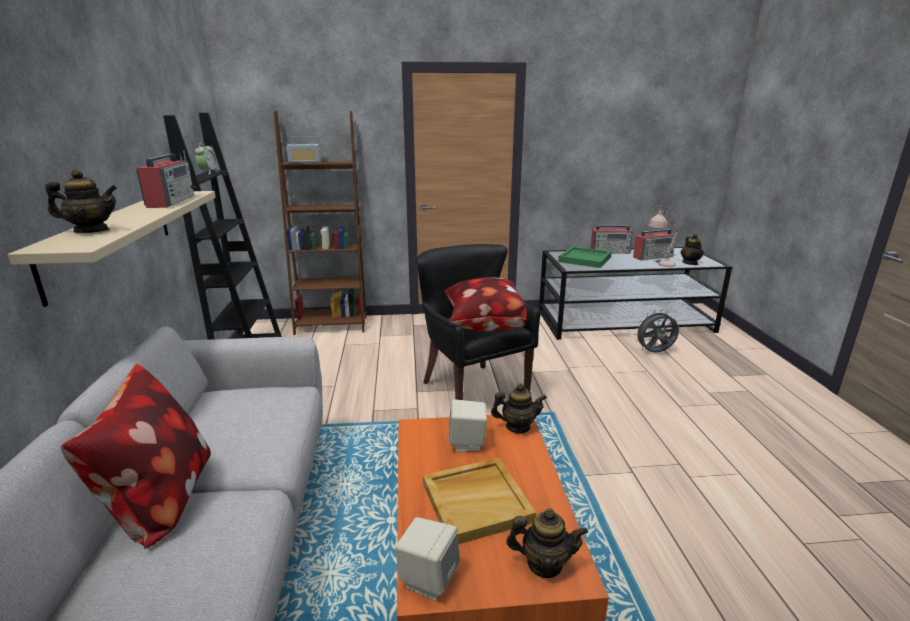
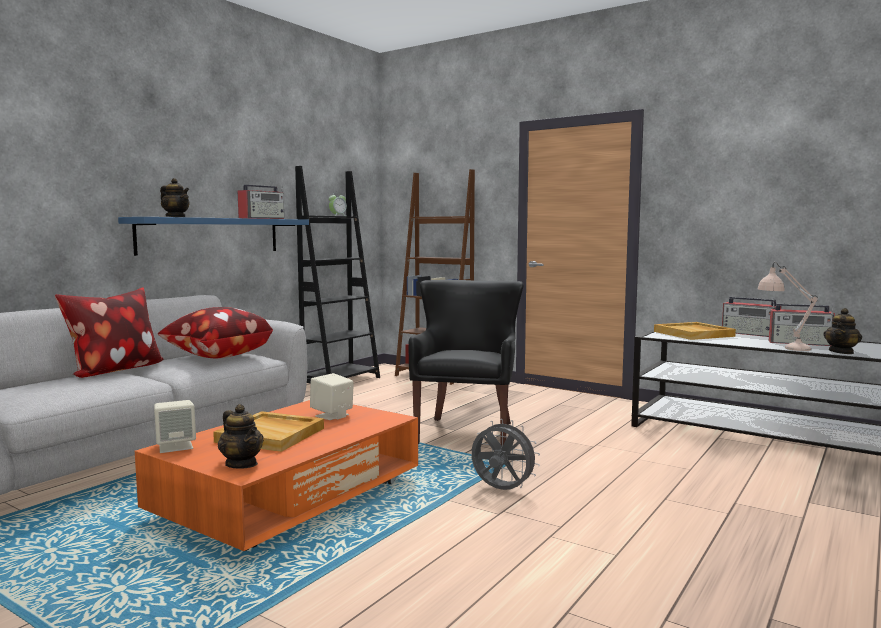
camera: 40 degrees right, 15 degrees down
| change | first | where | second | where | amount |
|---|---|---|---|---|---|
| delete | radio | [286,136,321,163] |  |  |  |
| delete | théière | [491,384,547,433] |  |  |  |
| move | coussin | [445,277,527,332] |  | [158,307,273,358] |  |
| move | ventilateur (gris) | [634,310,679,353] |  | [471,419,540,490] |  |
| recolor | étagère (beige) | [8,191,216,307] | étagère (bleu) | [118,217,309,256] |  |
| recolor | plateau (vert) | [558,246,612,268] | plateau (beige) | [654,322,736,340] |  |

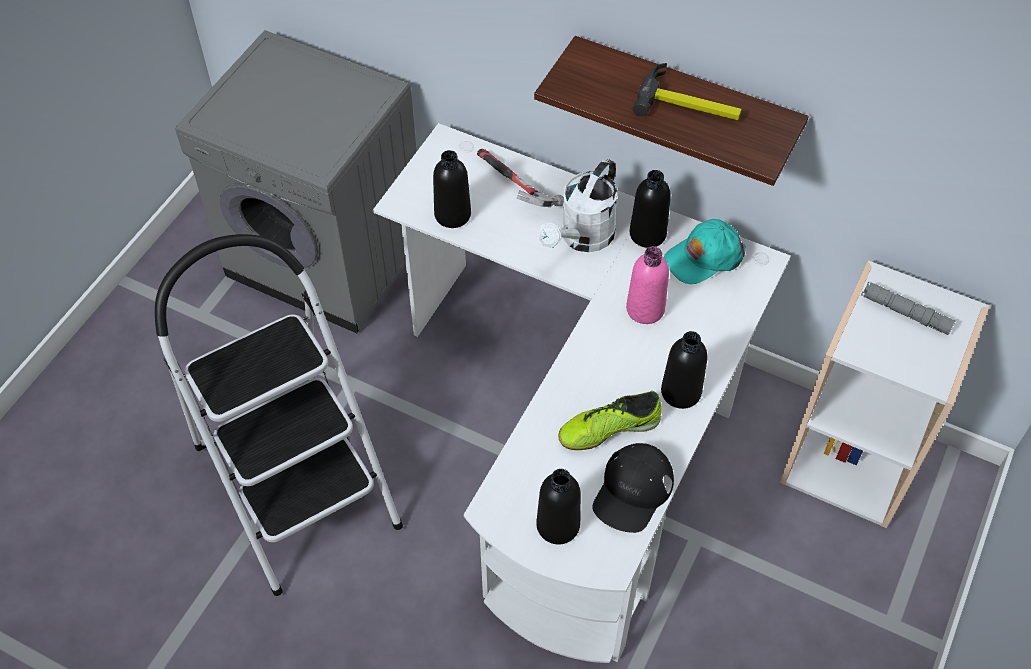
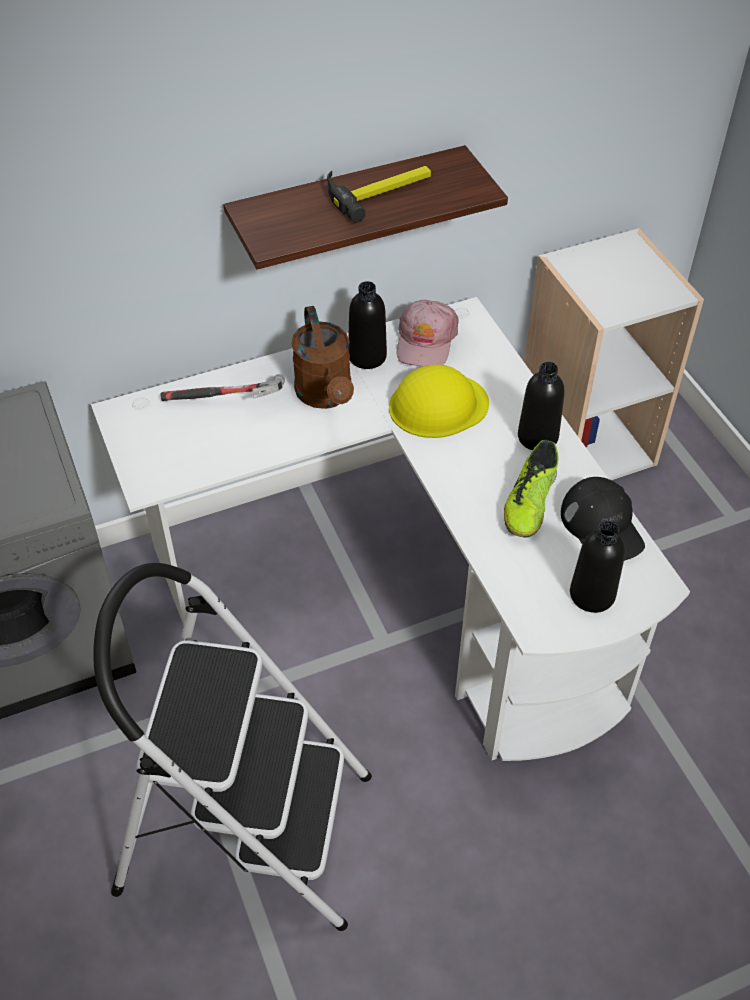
camera: 50 degrees left, 5 degrees down
| change | first | where | second | where | amount |
|---|---|---|---|---|---|
| delete | bouteille (noir) | [433,150,471,228] |  |  |  |
| delete | lampe de poche (gris) | [861,281,956,335] |  |  |  |
| replace | bouteille (rose) | [626,246,669,324] | casque de chantier (jaune) | [389,365,489,438] |  |
| recolor | arrosoir (blanc) | [538,159,618,252] | arrosoir (marron) | [291,306,354,409] |  |
| recolor | casquette (turquoise) | [664,219,746,284] | casquette (rose) | [397,300,459,367] |  |

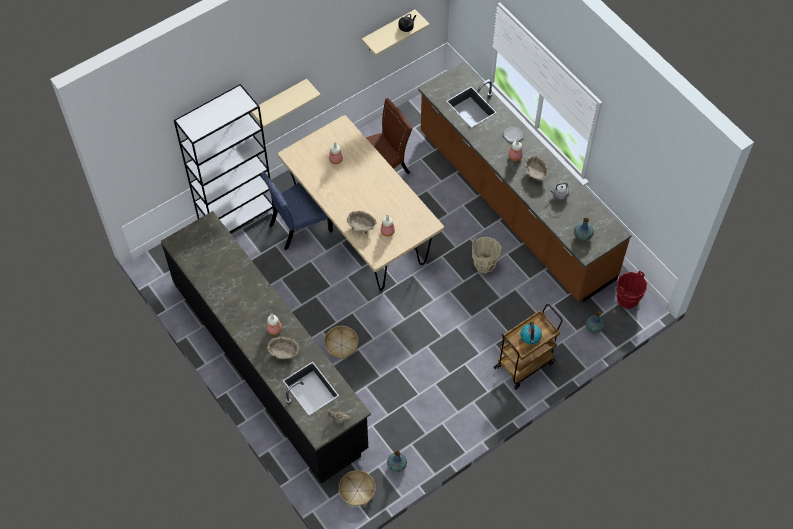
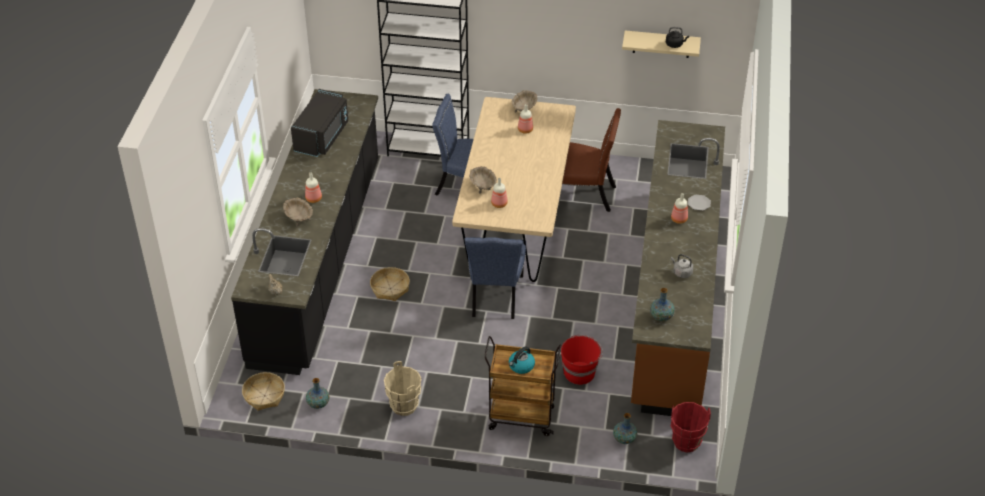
camera: 45 degrees right, 15 degrees down
| change | first | where | second | where | amount |
|---|---|---|---|---|---|
| delete | étagère (beige) | [251,79,321,128] |  |  |  |
| insert |  |  | micro-ondes (noir) | [291,89,348,157] |  |
| insert |  |  | chaise (bleu) | [464,237,526,319] |  |
| insert |  |  | seau (rouge) | [561,335,603,385] |  |
| move | seau (beige) | [472,237,502,273] |  | [384,361,421,416] |  |
| move | bol (beige) | [524,156,548,181] |  | [511,90,538,112] |  |

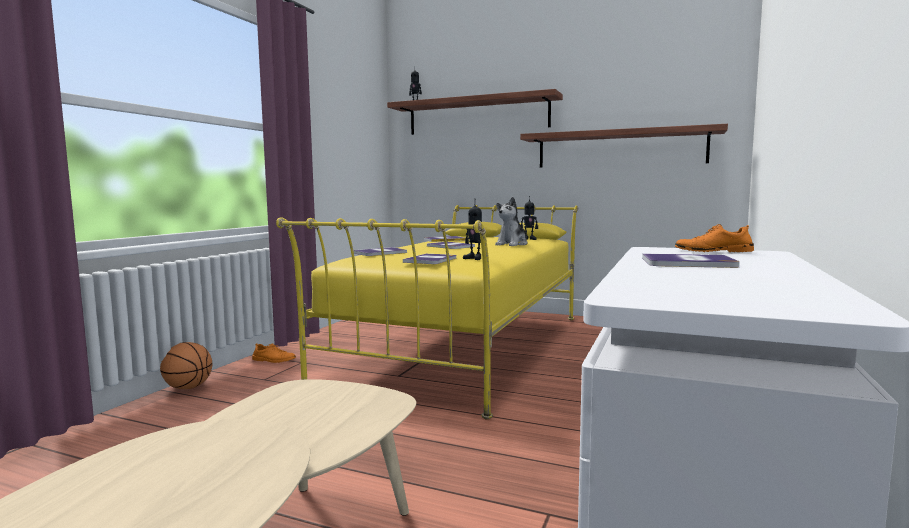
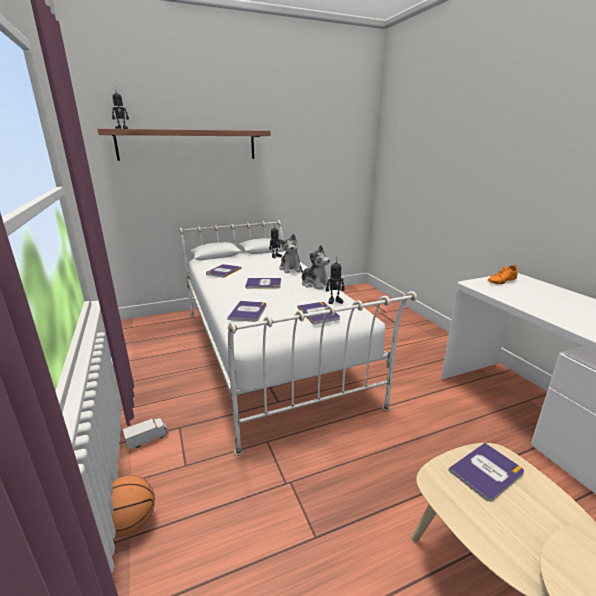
camera: 45 degrees left, 15 degrees up
| change | first | where | second | where | amount |
|---|---|---|---|---|---|
| delete | étagère | [520,124,728,167] |  |  |  |
| insert |  |  | peluche | [300,245,330,290] |  |
| move | livre | [642,254,740,268] |  | [448,443,524,502] |  |
| replace | chaussure (orange) | [252,343,296,363] | camion jouet | [122,418,168,450] |  |
| recolor | lit (jaune) | [276,205,578,420] | lit (blanc) | [179,220,417,456] |  |

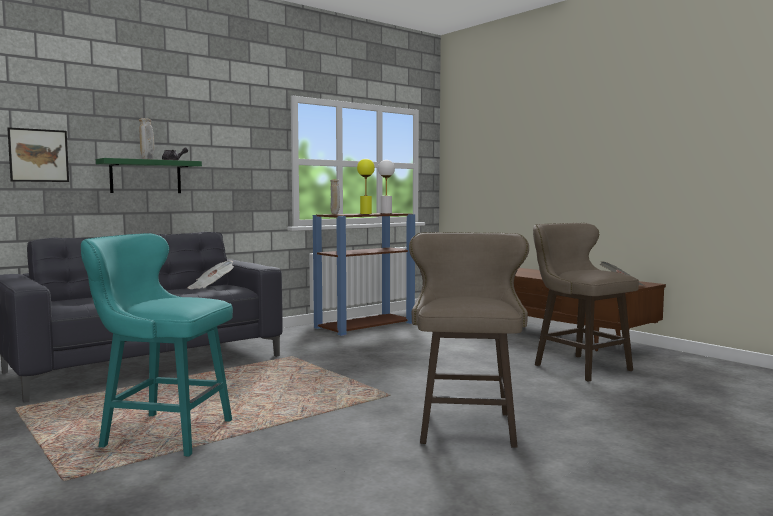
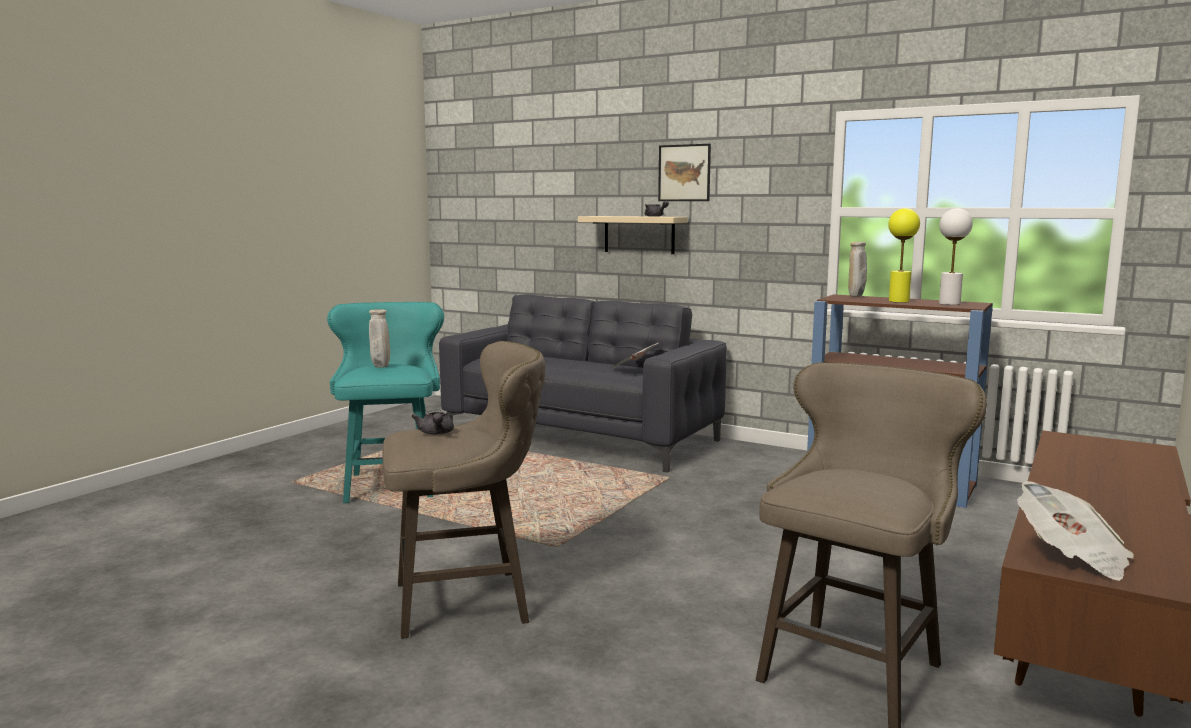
camera: 70 degrees right, 5 degrees up
| change | first | where | second | where | amount |
|---|---|---|---|---|---|
| insert |  |  | théière (gris) | [412,410,454,435] |  |
| move | tableau | [7,127,69,182] |  | [658,144,711,201] |  |
| move | vase (beige) | [139,118,154,159] |  | [369,309,390,368] |  |
| recolor | étagère (vert) | [96,158,202,193] | étagère (beige) | [578,216,688,254] |  |

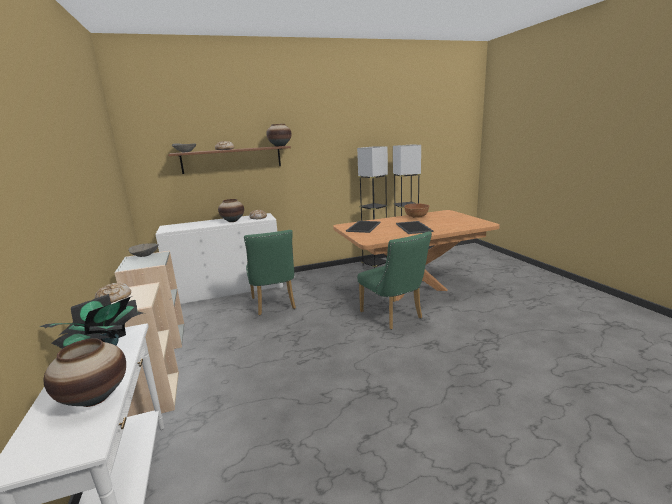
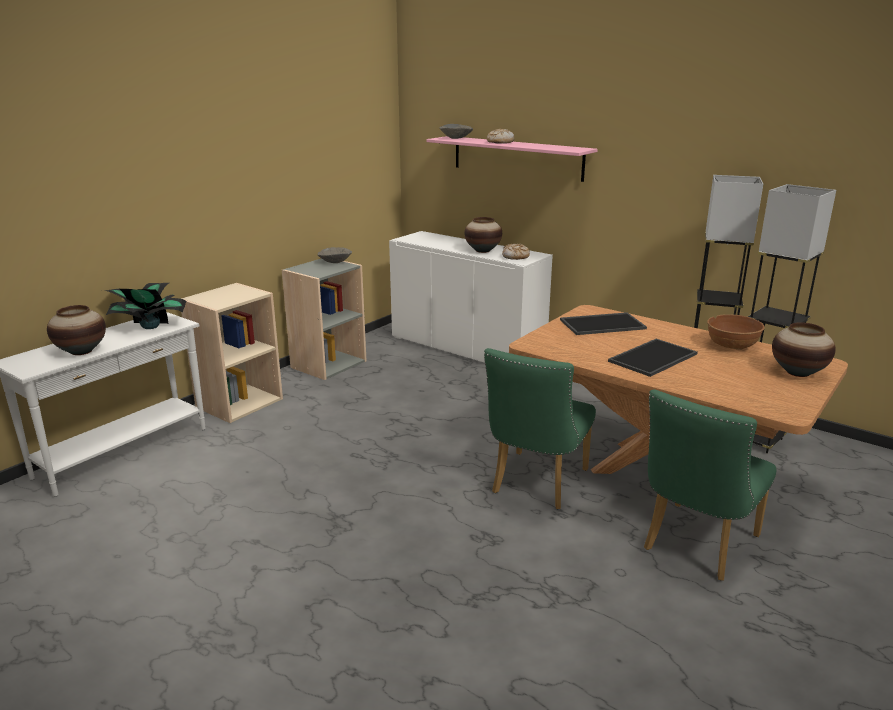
camera: 55 degrees right, 5 degrees up
| change | first | where | second | where | amount |
|---|---|---|---|---|---|
| delete | pain | [95,283,131,303] |  |  |  |
| move | chaise (vert) | [244,230,296,315] |  | [644,390,777,581] |  |
| move | vase | [266,124,292,147] |  | [772,322,836,377] |  |
| recolor | étagère (marron) | [168,146,291,174] | étagère (rose) | [427,136,598,182] |  |

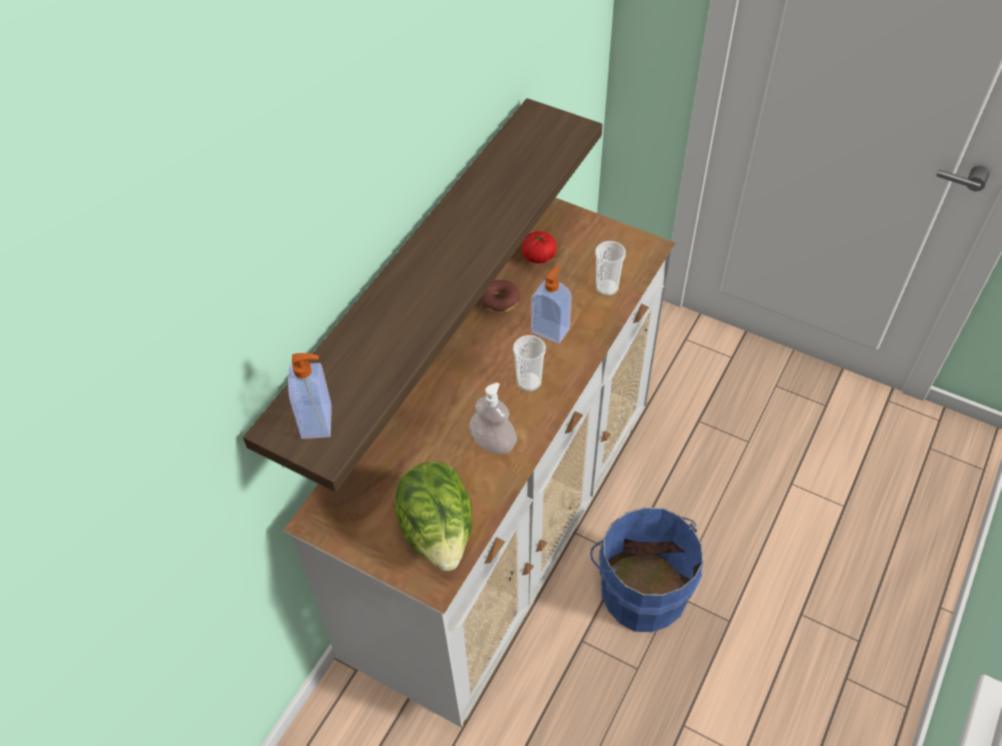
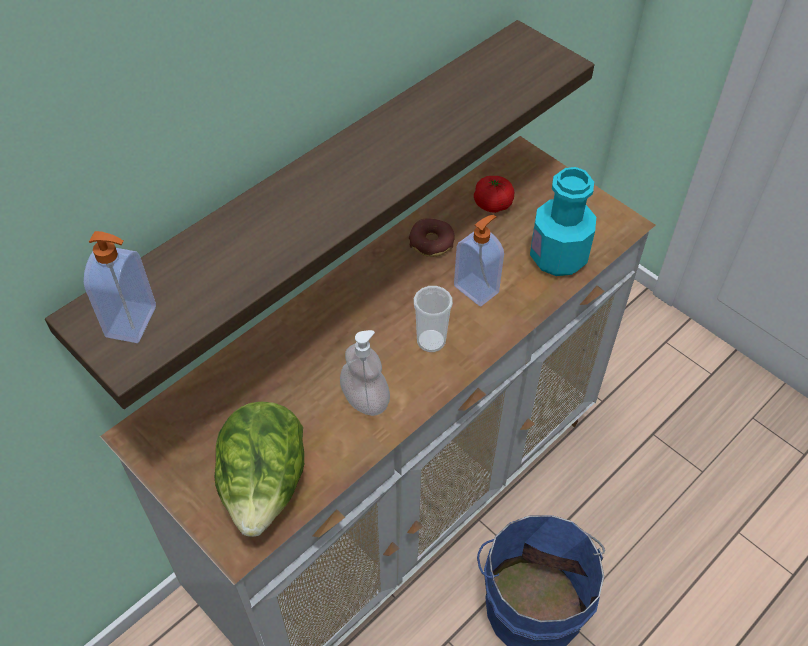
camera: 15 degrees right, 0 degrees up
| change | first | where | second | where | amount |
|---|---|---|---|---|---|
| replace | tasse | [595,241,626,296] | bouteille (turquoise) | [530,167,596,276] |  |

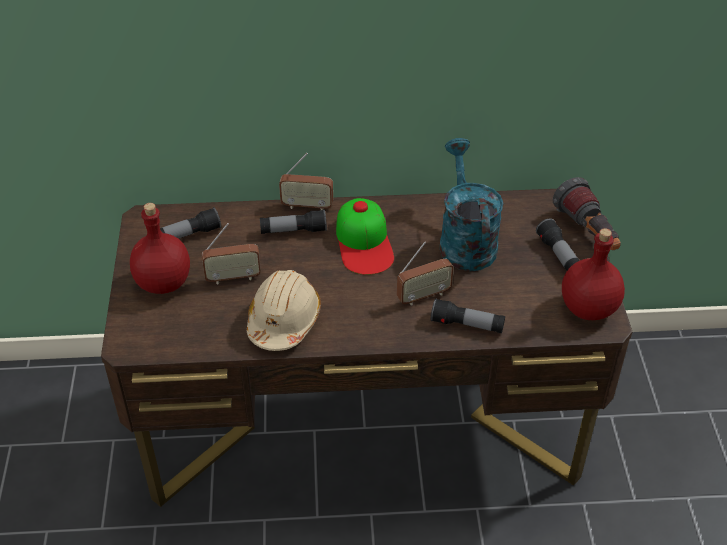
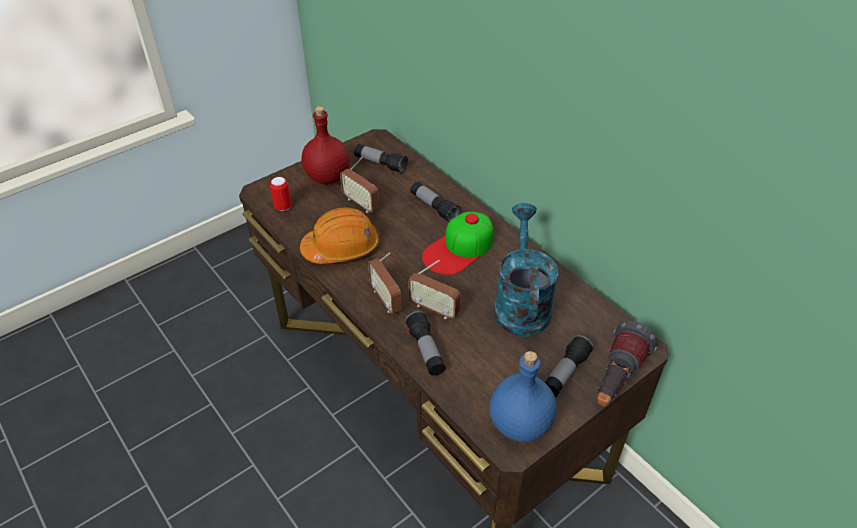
camera: 55 degrees right, 0 degrees up
| change | first | where | second | where | amount |
|---|---|---|---|---|---|
| insert |  |  | boîte métallique | [270,177,292,211] |  |
| move | radio | [279,153,333,210] |  | [368,252,402,314] |  |
| recolor | casque de chantier (beige) | [247,270,321,351] | casque de chantier (orange) | [300,207,379,264] |  |
| recolor | bouteille (rouge) | [562,228,625,320] | bouteille (bleu) | [489,351,557,442] |  |
| rotate | arrosoir (turquoise) | [440,138,503,271] |  | [494,203,559,337] | 45 degrees counterclockwise |

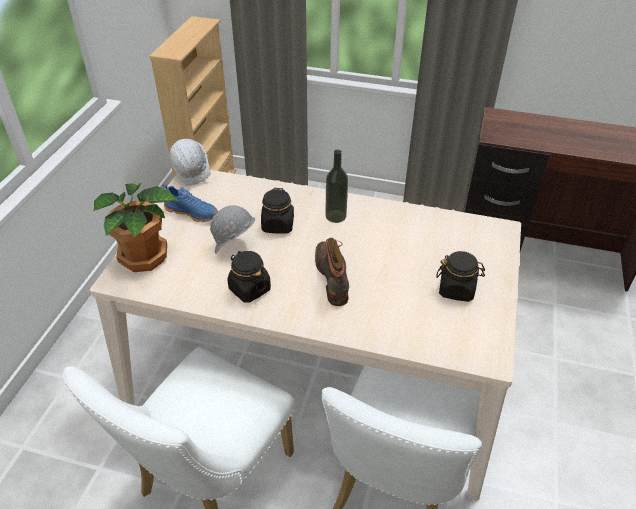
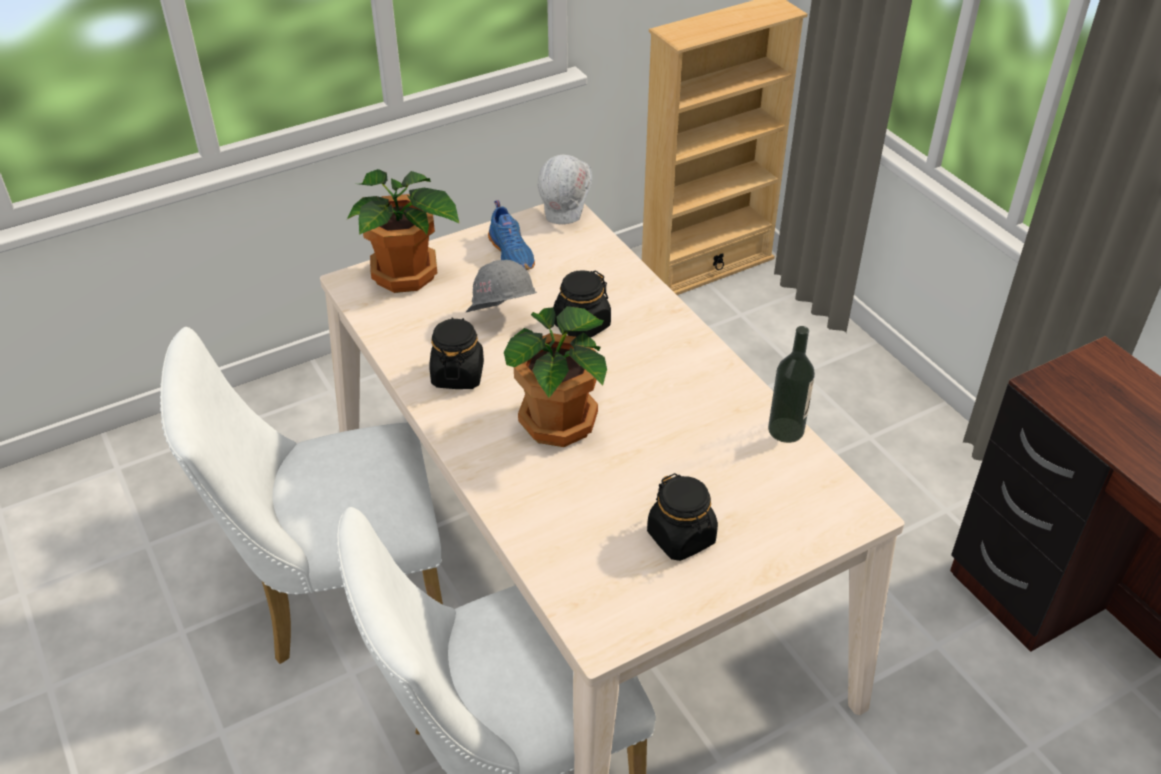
camera: 45 degrees right, 0 degrees up
| change | first | where | second | where | amount |
|---|---|---|---|---|---|
| move | bouteille | [325,150,348,223] |  | [768,326,815,443] |  |
| replace | botte | [315,238,349,306] | plante en pot | [504,306,607,447] |  |

